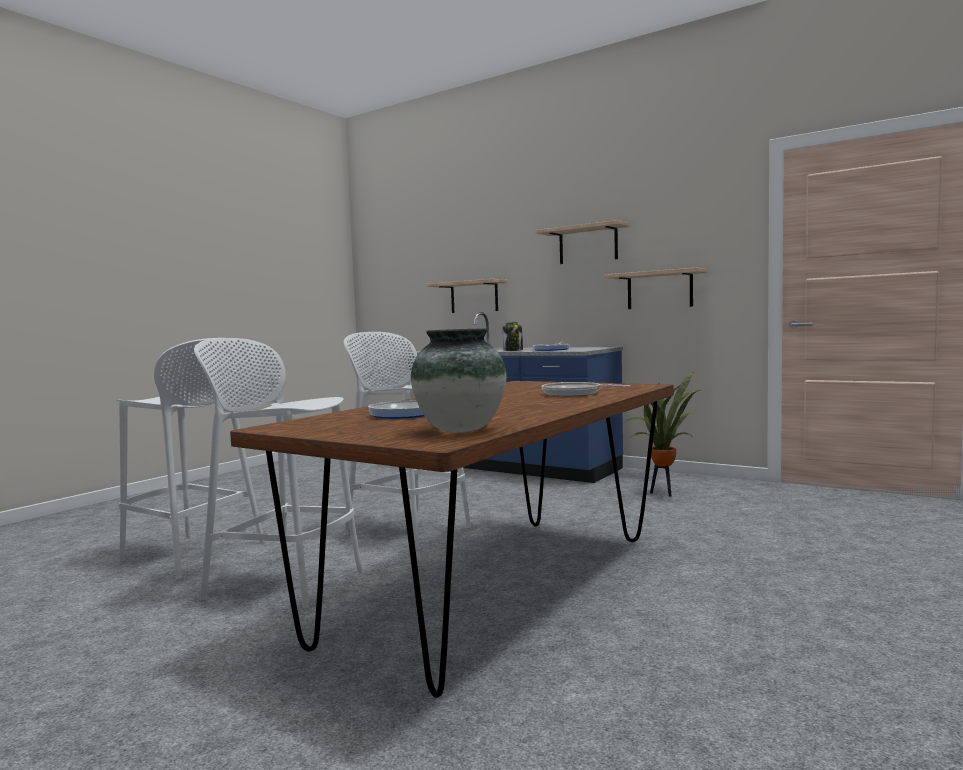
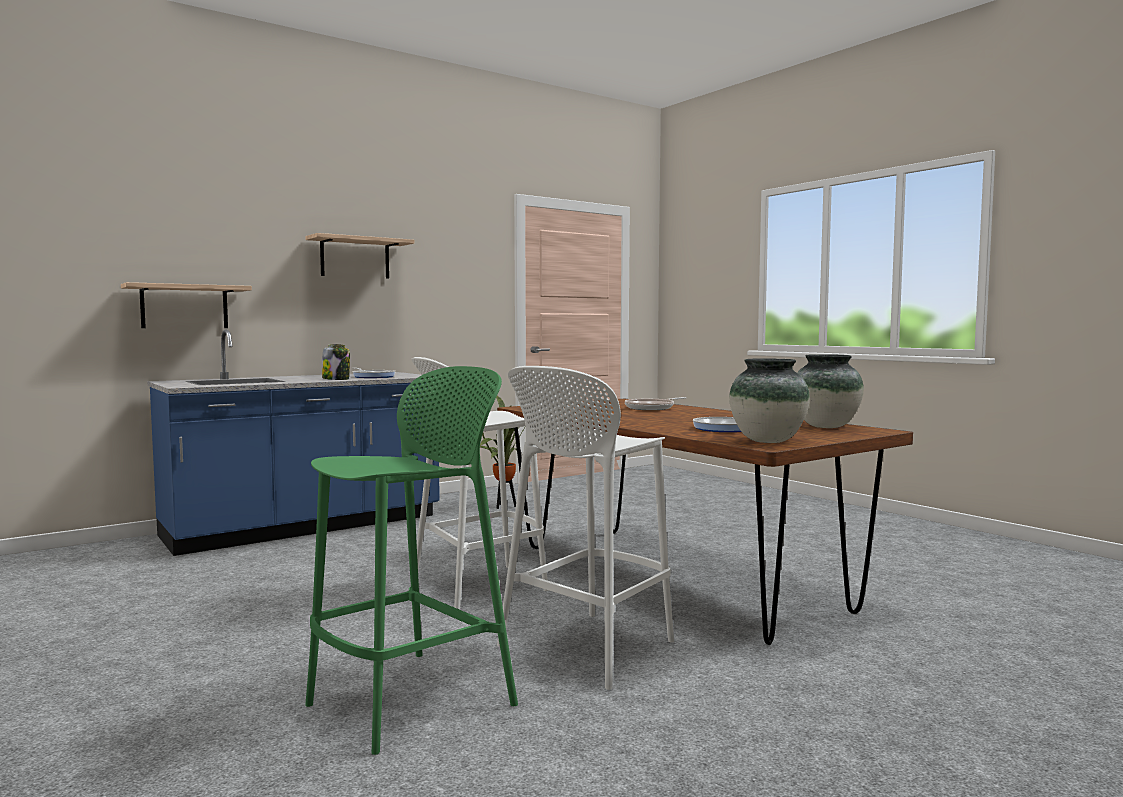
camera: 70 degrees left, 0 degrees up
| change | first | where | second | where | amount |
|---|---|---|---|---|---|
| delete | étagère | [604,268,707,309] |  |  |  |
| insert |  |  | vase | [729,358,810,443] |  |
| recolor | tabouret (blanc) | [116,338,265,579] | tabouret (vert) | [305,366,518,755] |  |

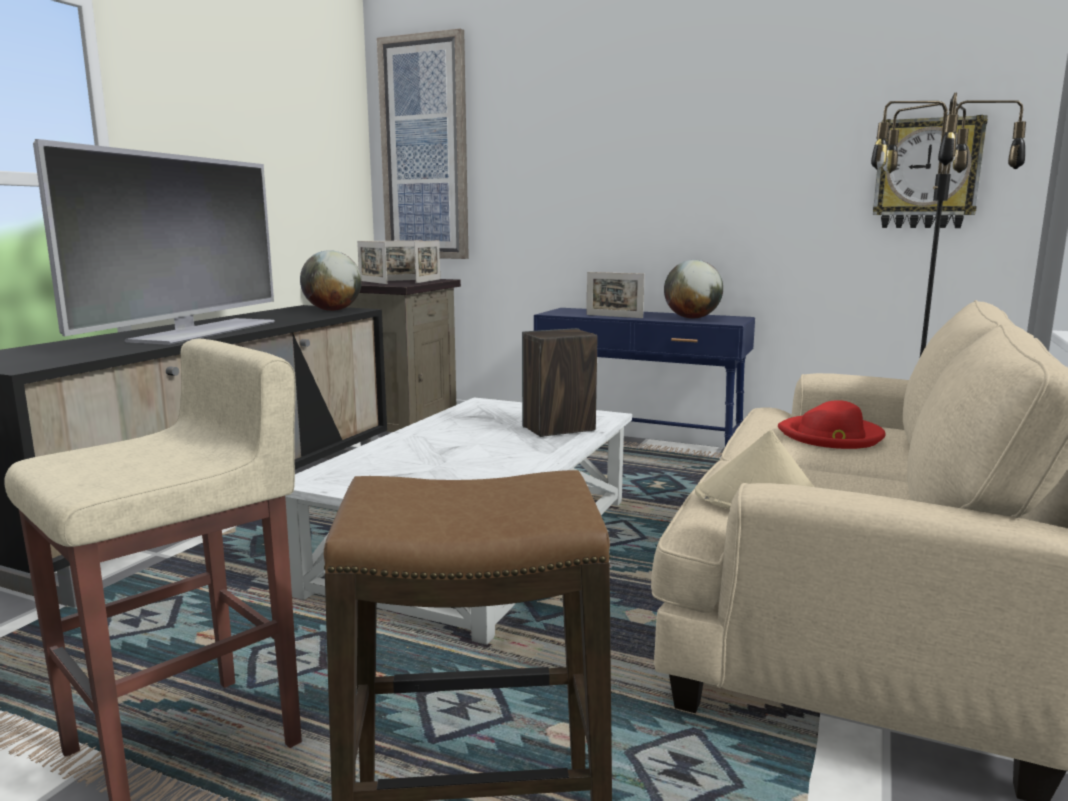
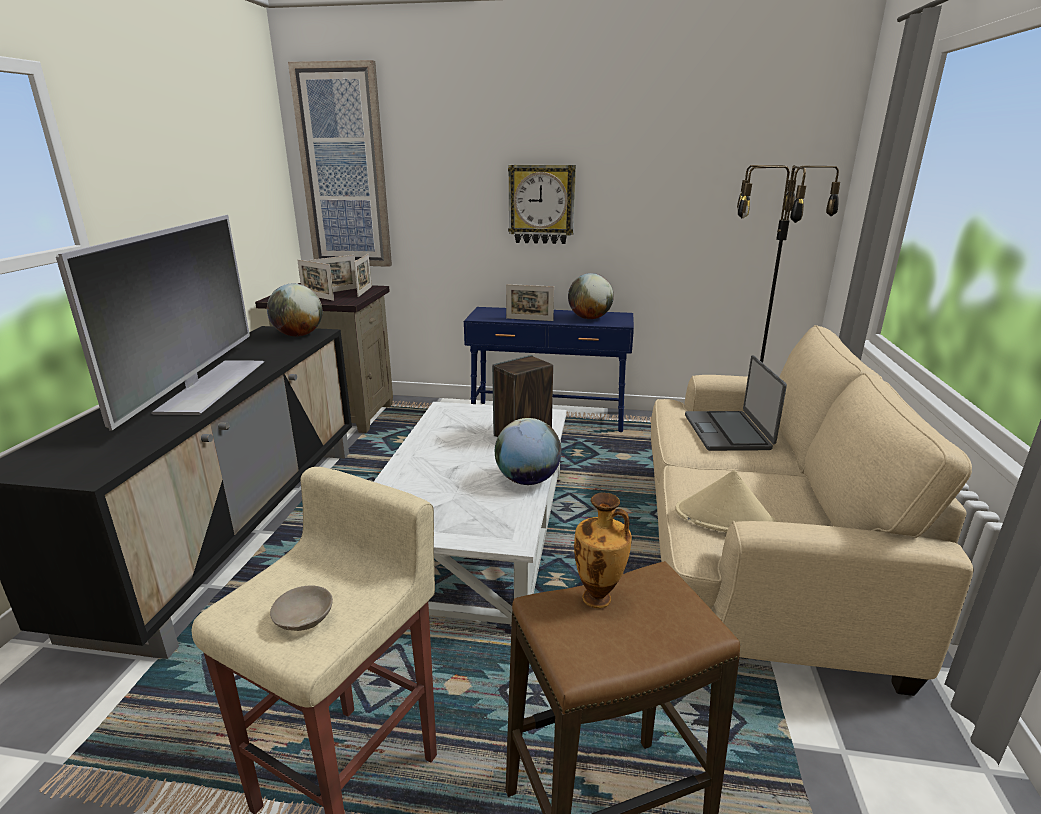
camera: 15 degrees left, 10 degrees up
| change | first | where | second | where | amount |
|---|---|---|---|---|---|
| insert |  |  | bol (beige) | [270,585,333,631] |  |
| insert |  |  | globe | [495,418,562,485] |  |
| insert |  |  | vase | [574,493,632,608] |  |
| move | horloge murale | [873,115,988,228] |  | [508,165,576,244] |  |
| replace | chapeau (rouge) | [778,400,886,449] | ordinateur portable | [685,355,787,451] |  |

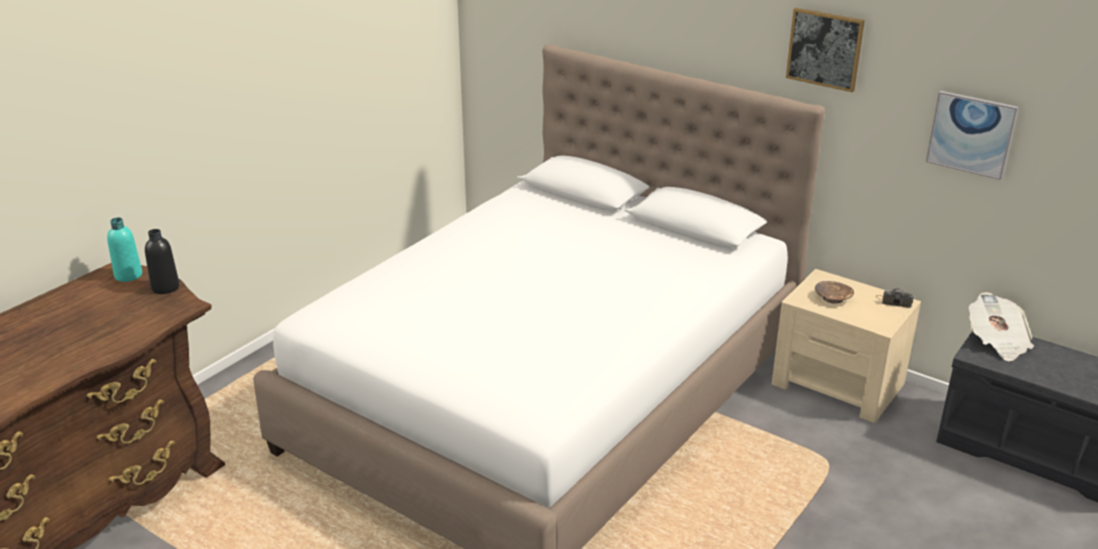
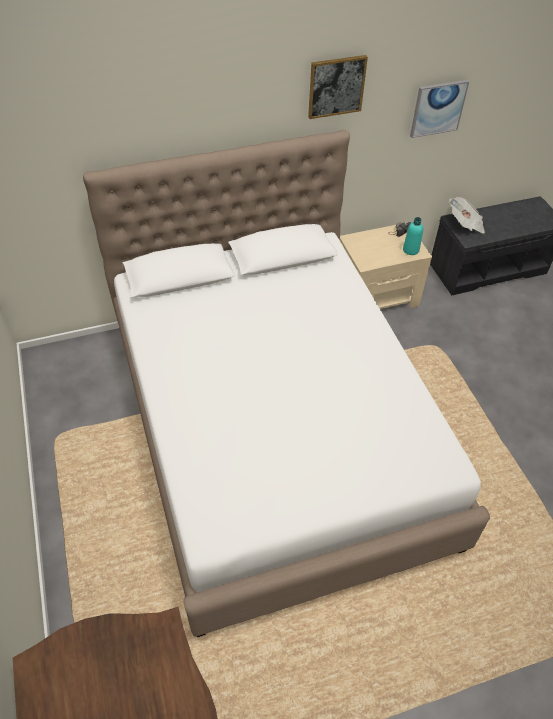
camera: 55 degrees left, 20 degrees up
| change | first | where | second | where | amount |
|---|---|---|---|---|---|
| delete | bouteille (noir) | [145,229,180,294] |  |  |  |
| delete | bol (marron) | [815,281,854,304] |  |  |  |
| move | bouteille (turquoise) | [107,218,142,282] |  | [403,217,423,255] |  |

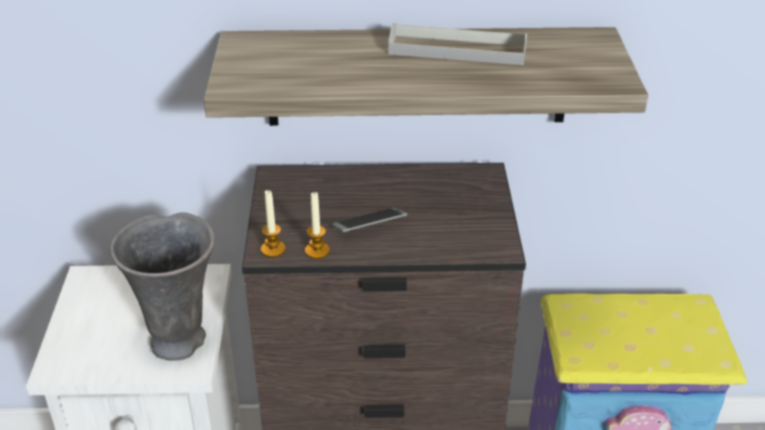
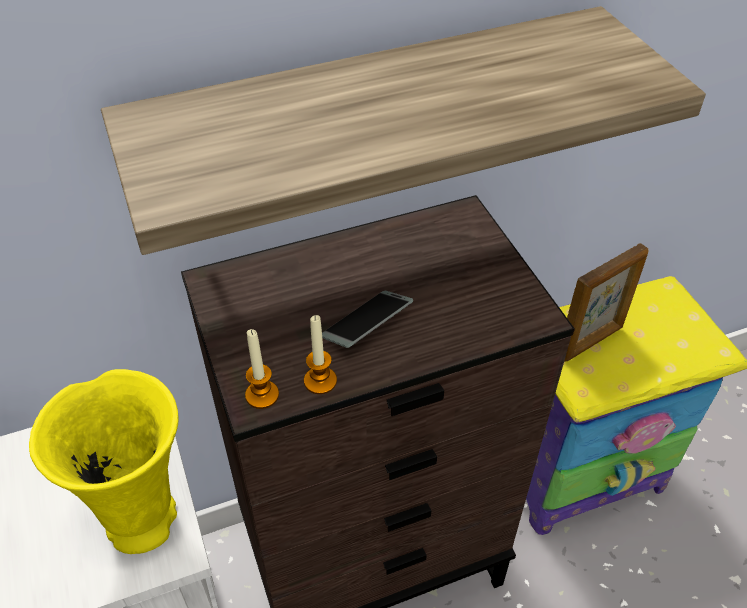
camera: 20 degrees left, 10 degrees up
| change | first | where | second | where | amount |
|---|---|---|---|---|---|
| delete | plateau (gris) | [388,23,527,65] |  |  |  |
| insert |  |  | cadre photo | [564,243,649,361] |  |
| recolor | vase (gris) | [110,212,215,361] | vase (jaune) | [29,369,179,554] |  |

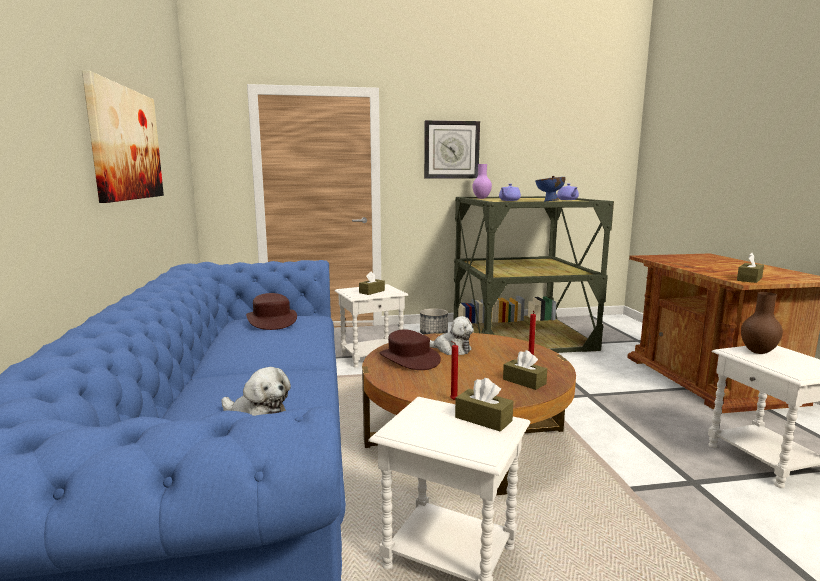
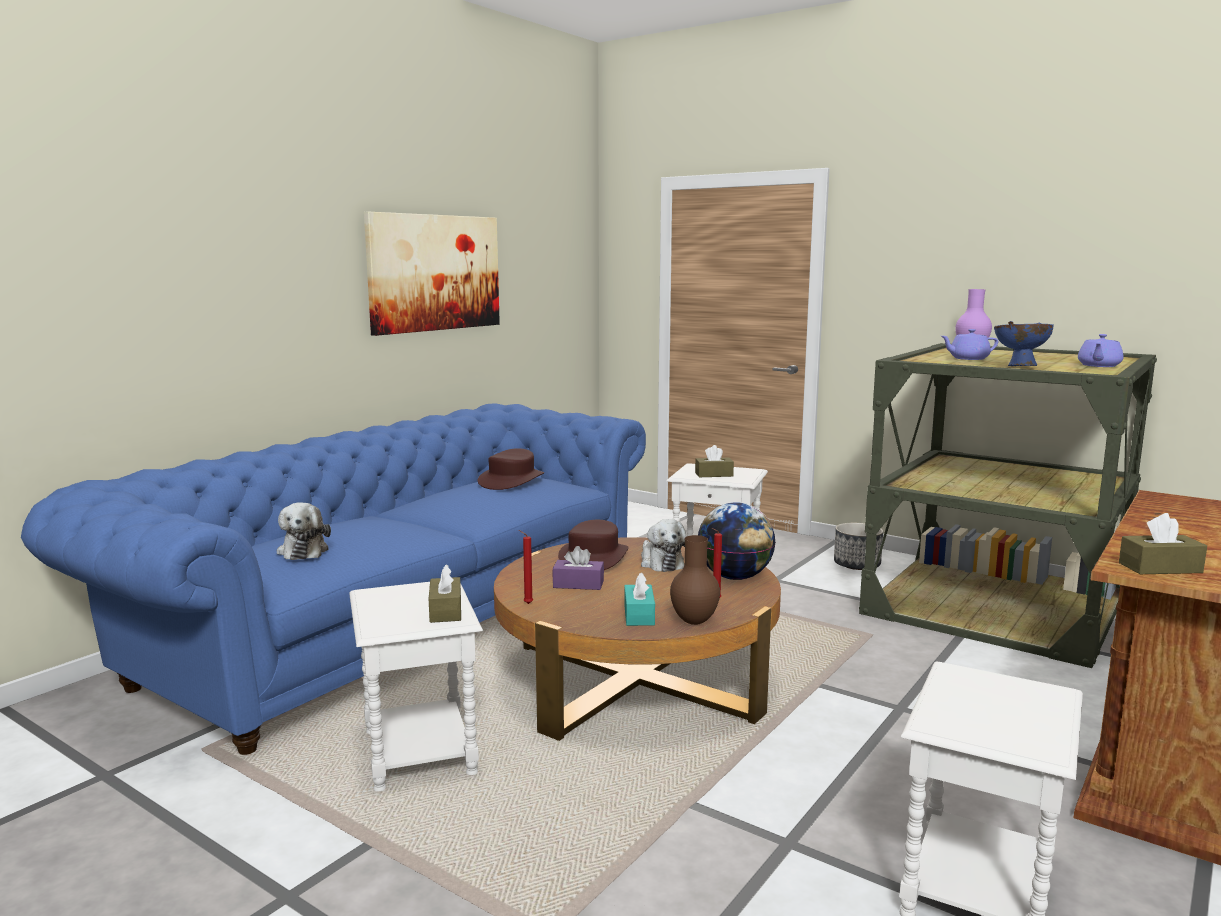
camera: 45 degrees right, 0 degrees up
| change | first | where | second | where | amount |
|---|---|---|---|---|---|
| delete | horloge murale | [424,120,480,178] |  |  |  |
| insert |  |  | boîte à mouchoirs (violet) | [553,546,604,590] |  |
| insert |  |  | globe | [698,502,776,580] |  |
| move | vase (marron) | [741,292,783,354] |  | [670,535,720,625] |  |
| recolor | boîte à mouchoirs (marron) | [503,350,547,390] | boîte à mouchoirs (turquoise) | [624,573,655,626] |  |

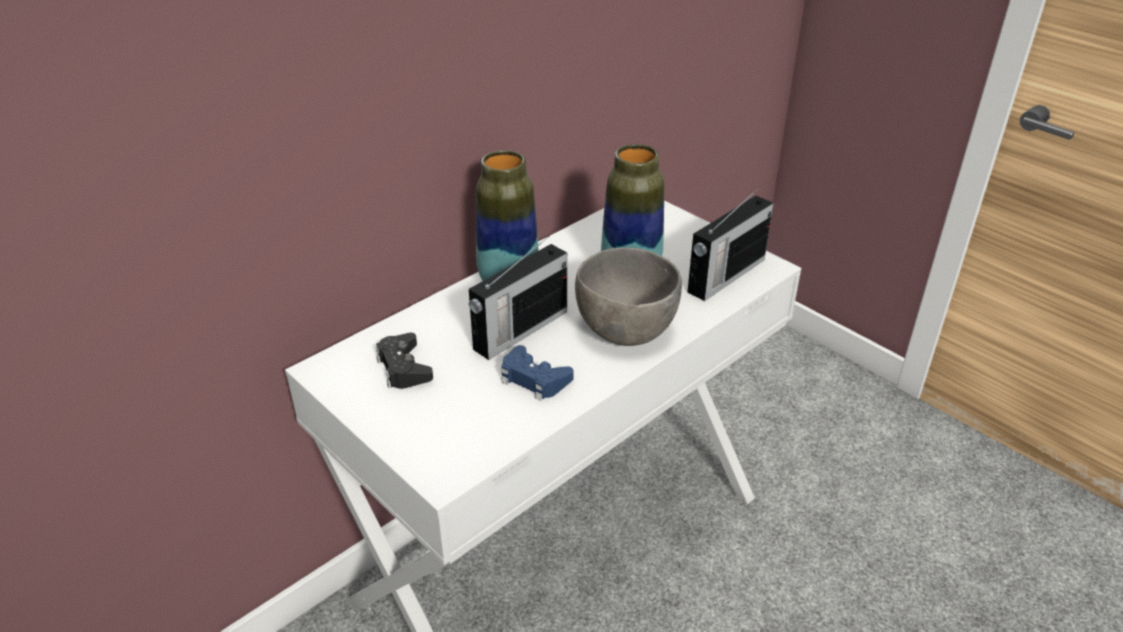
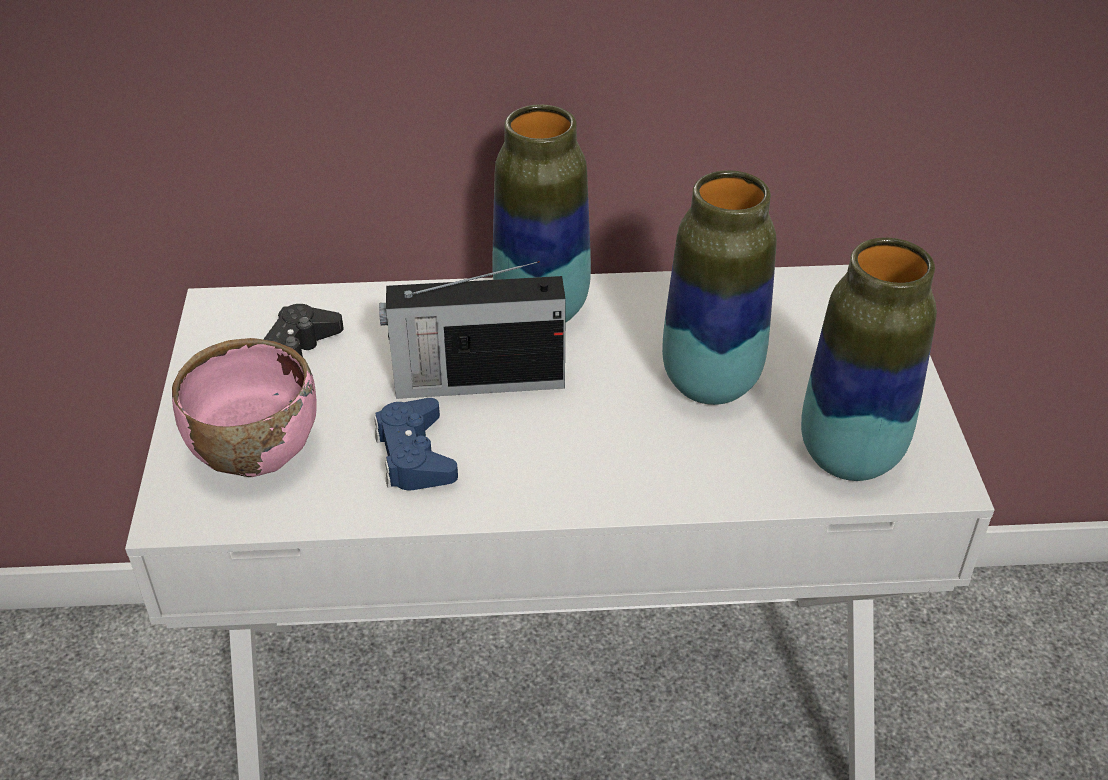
camera: 40 degrees right, 5 degrees up
| change | first | where | second | where | amount |
|---|---|---|---|---|---|
| delete | bol (gris) | [575,247,682,346] |  |  |  |
| insert |  |  | bol (rose) | [172,338,317,477] |  |
| replace | radio | [687,187,774,301] | vase | [801,238,937,481] |  |

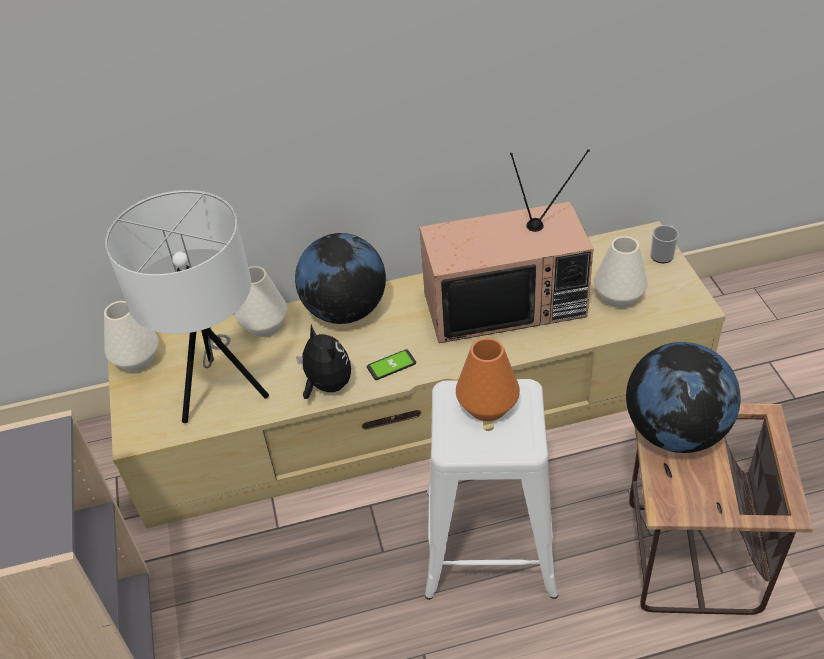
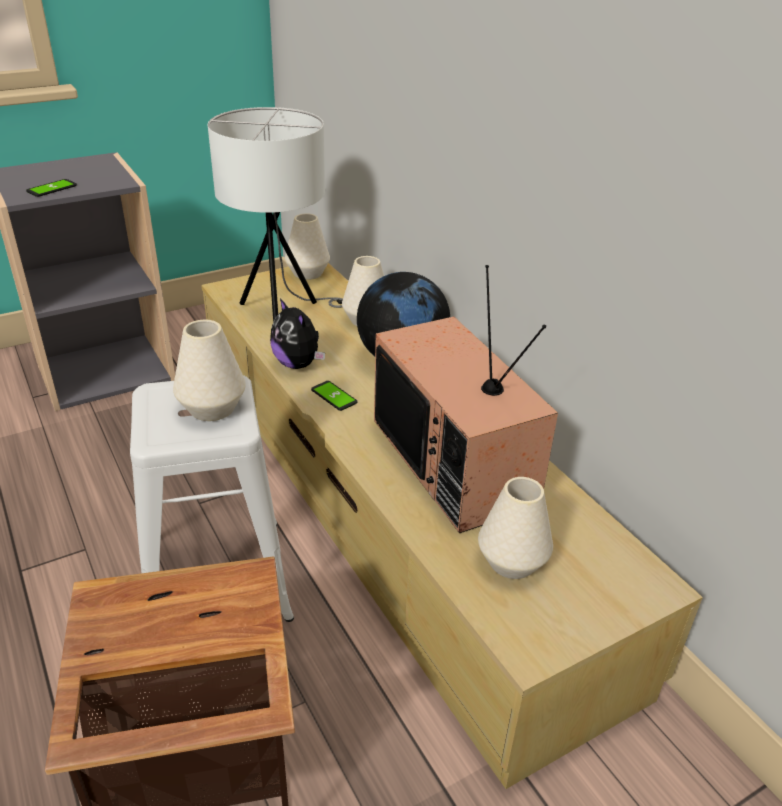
camera: 70 degrees right, 10 degrees down
| change | first | where | second | where | amount |
|---|---|---|---|---|---|
| delete | globe | [626,342,741,453] |  |  |  |
| delete | mug | [651,225,679,263] |  |  |  |
| insert |  |  | téléphone | [26,179,77,197] |  |
| recolor | vase (orange) | [456,338,520,421] | vase (blanc) | [173,320,246,421] |  |
| rotate | peluche | [296,324,351,399] |  | [270,298,325,369] | 105 degrees clockwise |

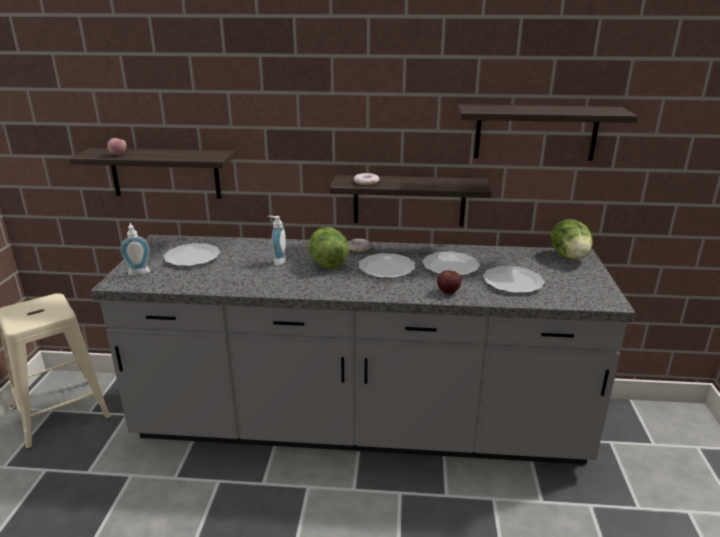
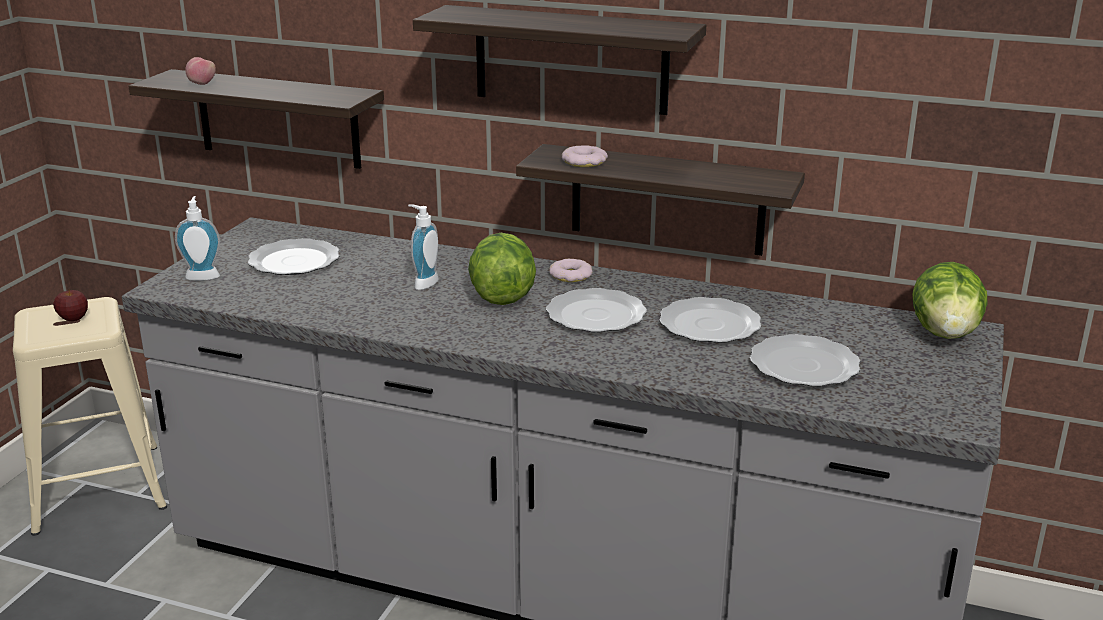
camera: 15 degrees right, 0 degrees up
| change | first | where | second | where | amount |
|---|---|---|---|---|---|
| move | pomme | [437,270,461,294] |  | [53,289,88,321] |  |
| move | étagère | [457,104,638,161] |  | [413,5,706,115] |  |

